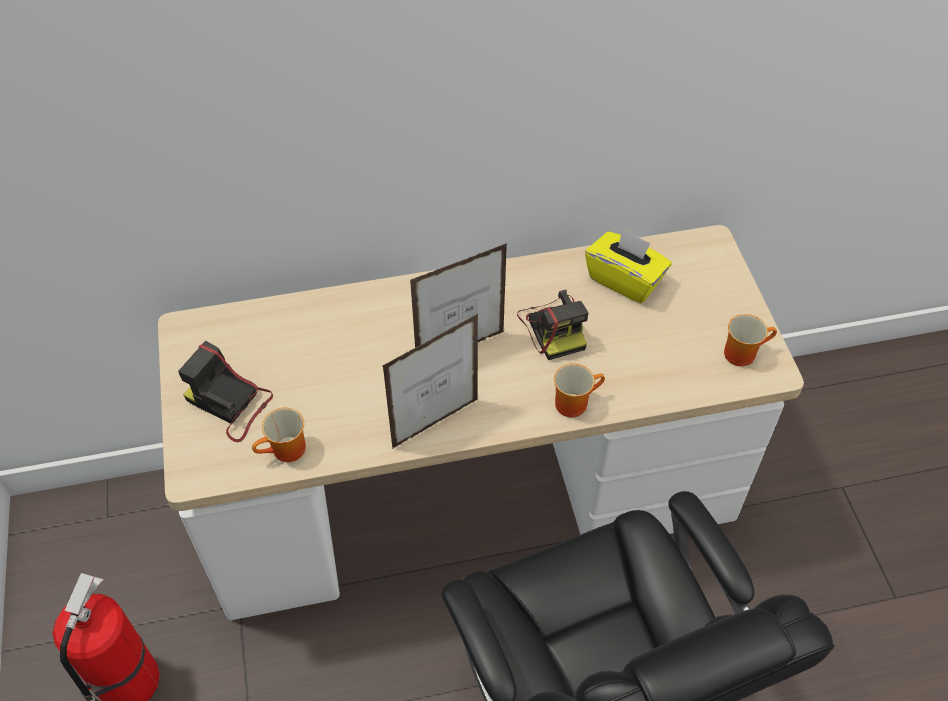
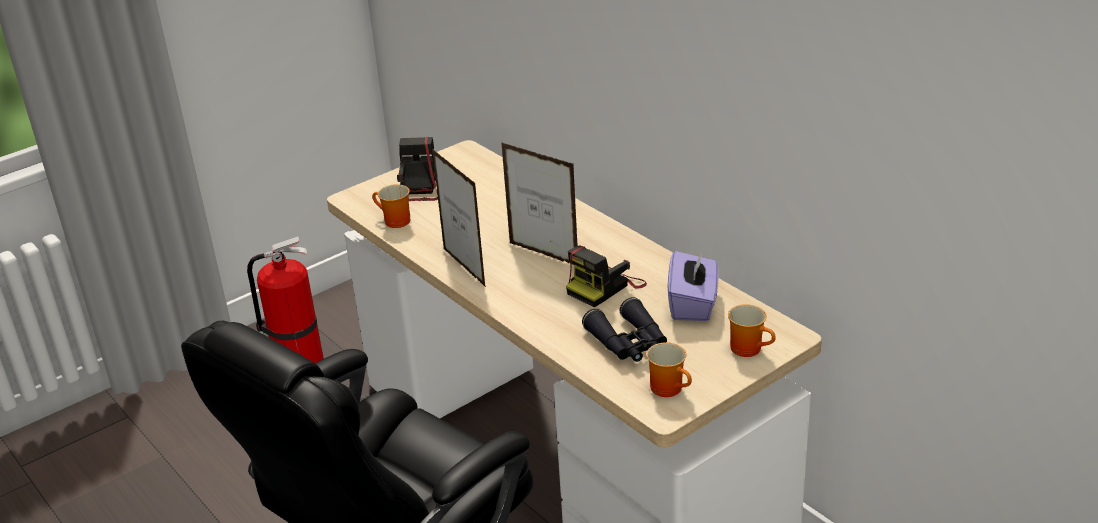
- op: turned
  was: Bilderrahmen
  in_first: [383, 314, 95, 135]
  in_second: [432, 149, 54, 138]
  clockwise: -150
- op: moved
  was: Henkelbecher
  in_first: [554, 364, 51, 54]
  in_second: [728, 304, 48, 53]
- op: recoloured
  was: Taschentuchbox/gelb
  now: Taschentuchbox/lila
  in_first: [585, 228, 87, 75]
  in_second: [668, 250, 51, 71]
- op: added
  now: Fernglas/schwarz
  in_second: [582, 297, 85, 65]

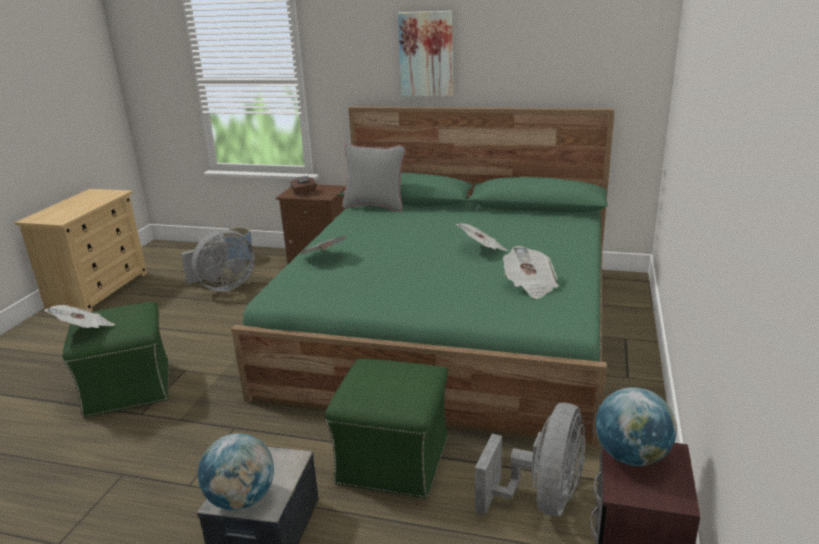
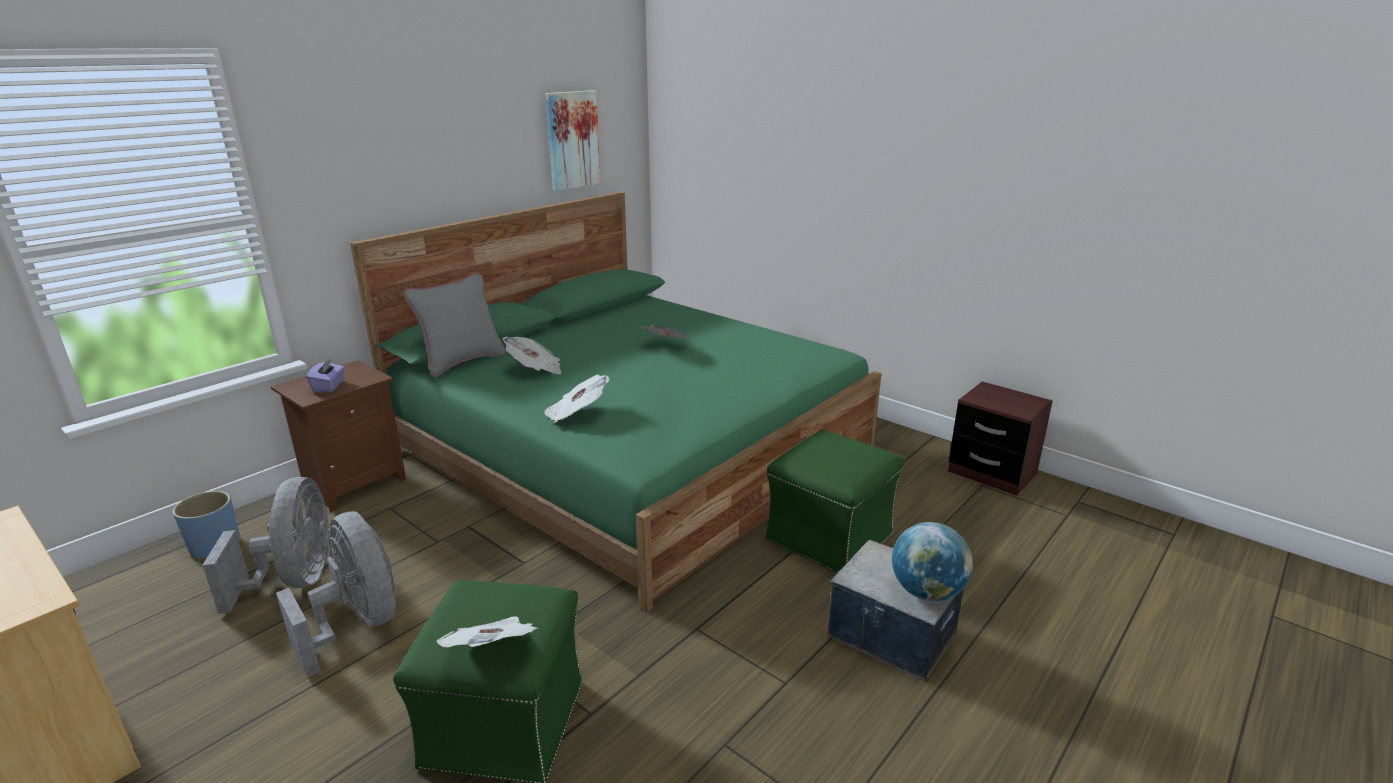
- op: recoloured
  was: Taschentuchbox/braun
  now: Taschentuchbox/lila
  in_first: [290, 176, 27, 20]
  in_second: [306, 358, 39, 35]
- op: moved
  was: Bild
  in_first: [398, 11, 55, 86]
  in_second: [546, 90, 55, 101]
- op: moved
  was: Ventilator/grau
  in_first: [475, 403, 110, 113]
  in_second: [276, 511, 120, 166]
- op: moved
  was: Zeitung
  in_first: [503, 246, 56, 53]
  in_second: [503, 337, 58, 37]
- op: removed
  was: Globus
  in_first: [595, 387, 82, 79]

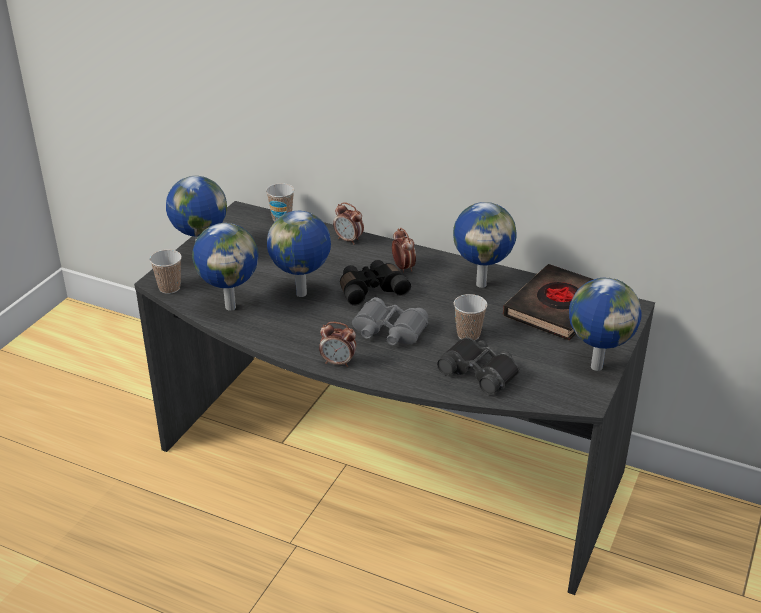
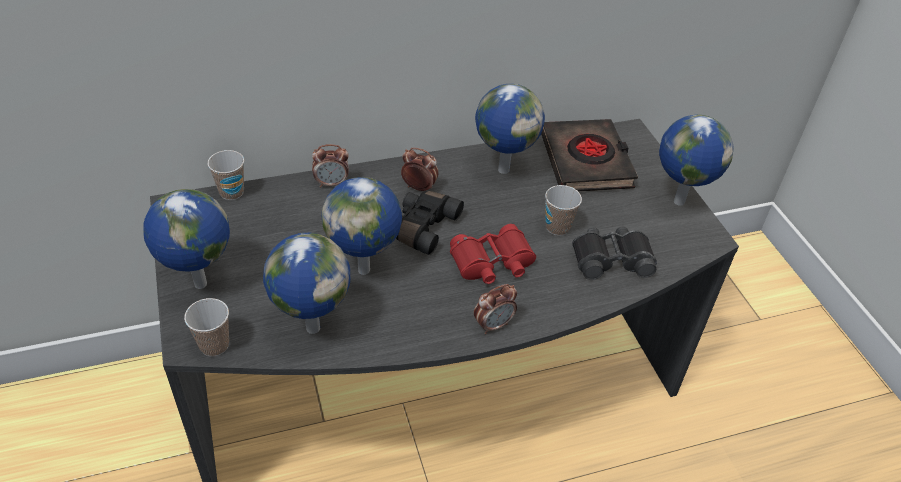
- op: recoloured
  was: Fernglas/grau
  now: Fernglas/rot
  in_first: [352, 297, 76, 48]
  in_second: [450, 224, 86, 60]

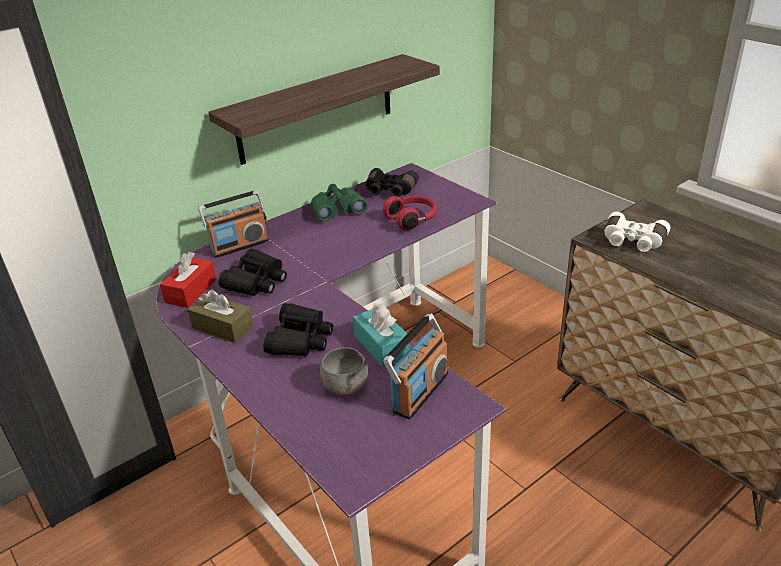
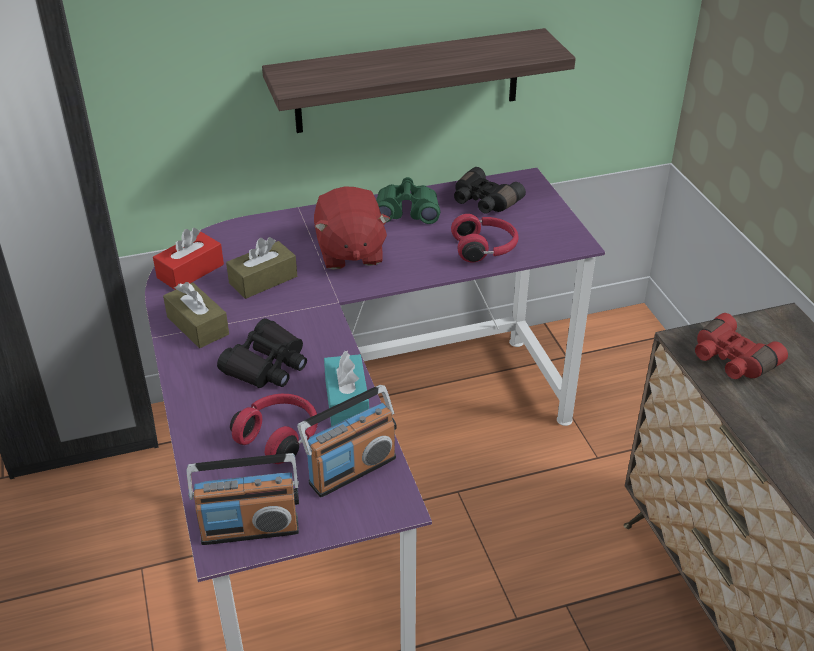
- op: moved
  was: Radio
  in_first: [198, 190, 71, 68]
  in_second: [187, 453, 112, 92]
- op: replaced
  was: Fernglas/schwarz
  now: Taschentuchbox/braun
  in_first: [219, 249, 68, 47]
  in_second: [226, 237, 71, 62]
- op: replaced
  was: Schüssel/grau
  now: Kopfhörer/rot
  in_first: [320, 347, 48, 48]
  in_second: [230, 394, 88, 70]
- op: recoloured
  was: Fernglas/weiß
  now: Fernglas/rot
  in_first: [605, 212, 65, 40]
  in_second: [695, 313, 93, 66]
- op: added
  now: Plüschtier/rot
  in_second: [314, 187, 76, 83]

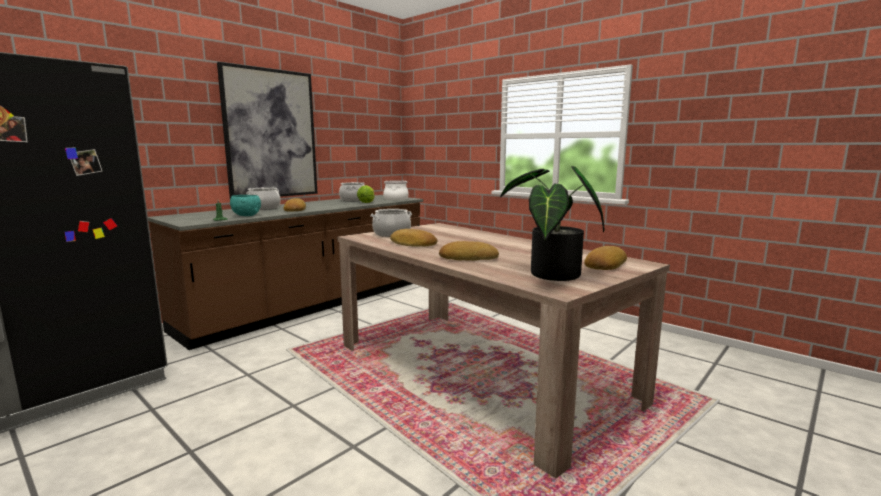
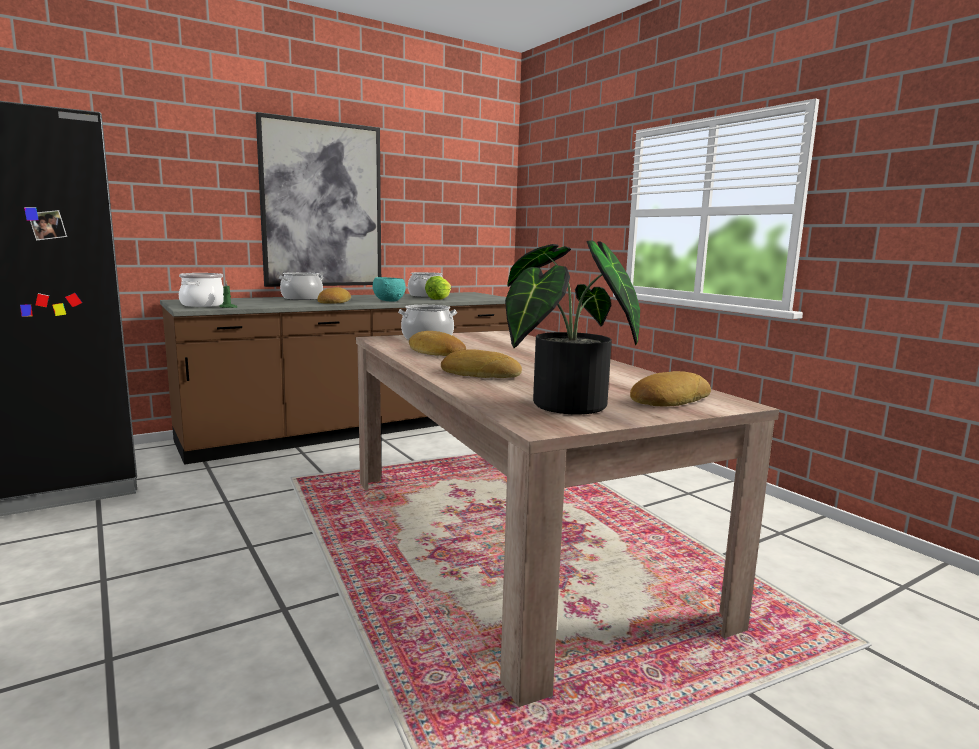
- op: moved
  was: Schüssel/türkis
  in_first: [230, 195, 31, 21]
  in_second: [373, 277, 33, 25]
- op: moved
  was: Kochtopf
  in_first: [383, 180, 26, 20]
  in_second: [179, 273, 45, 34]

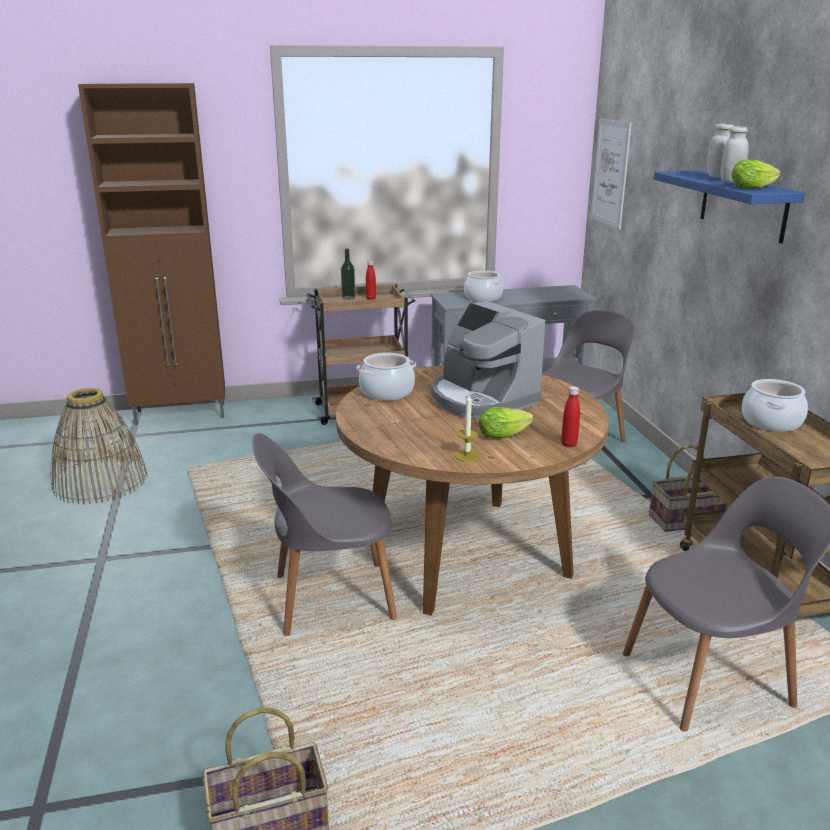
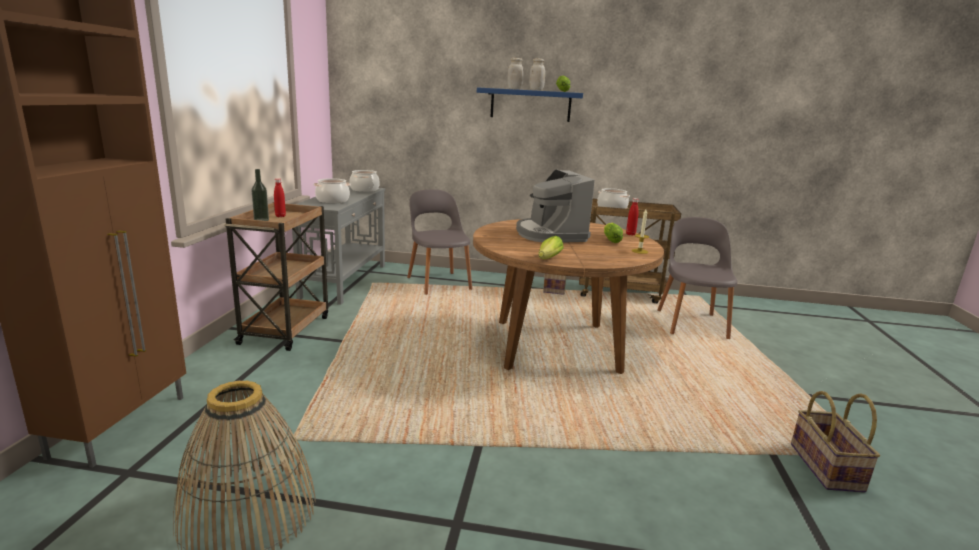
- op: removed
  was: Stuhl/grau
  in_first: [252, 433, 145, 203]
- op: moved
  was: Kochtopf
  in_first: [357, 353, 59, 48]
  in_second: [349, 170, 31, 22]
- op: turned
  was: Kaffeemaschine
  in_first: [431, 301, 114, 118]
  in_second: [516, 169, 79, 73]
  clockwise: 90
- op: removed
  was: Bild
  in_first: [591, 119, 41, 110]
- op: added
  now: Salatkopf
  in_second: [538, 236, 26, 23]

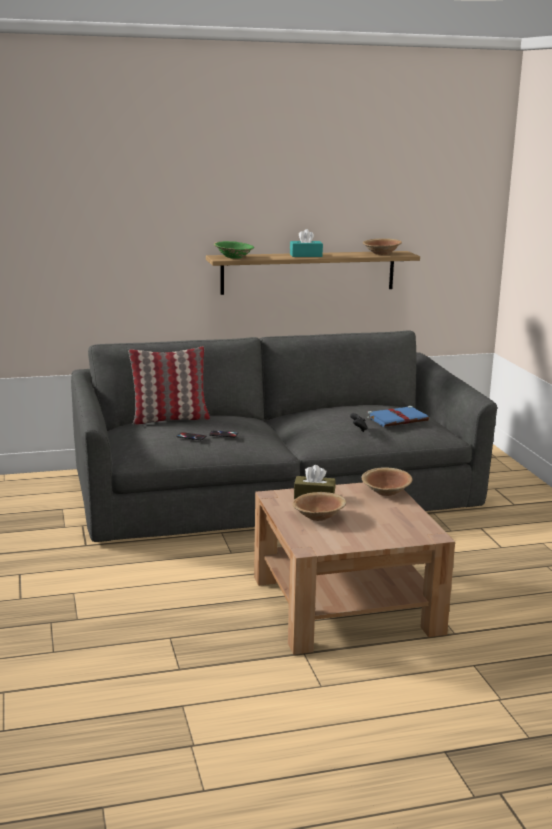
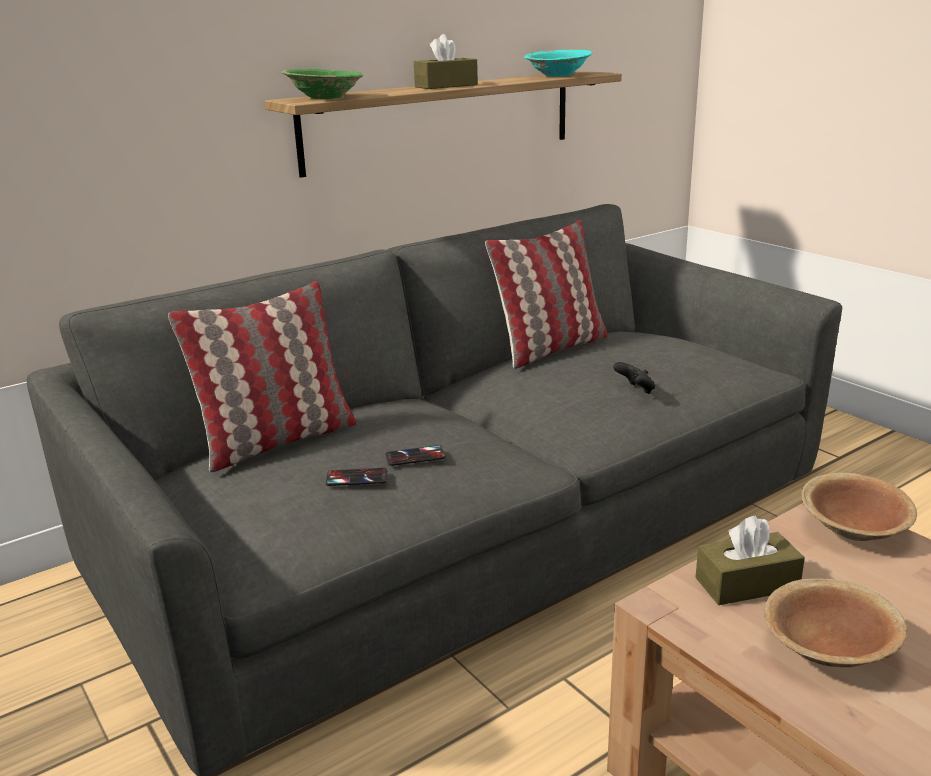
- op: recoloured
  was: Taschentuchbox/türkis
  now: Taschentuchbox/braun
  in_first: [290, 229, 33, 28]
  in_second: [414, 34, 64, 55]
- op: recoloured
  was: Schüssel/braun
  now: Schüssel/türkis
  in_first: [363, 238, 39, 17]
  in_second: [524, 49, 68, 28]
- op: removed
  was: Buch/blau
  in_first: [367, 406, 62, 21]
- op: added
  now: Kissen
  in_second: [485, 221, 123, 148]

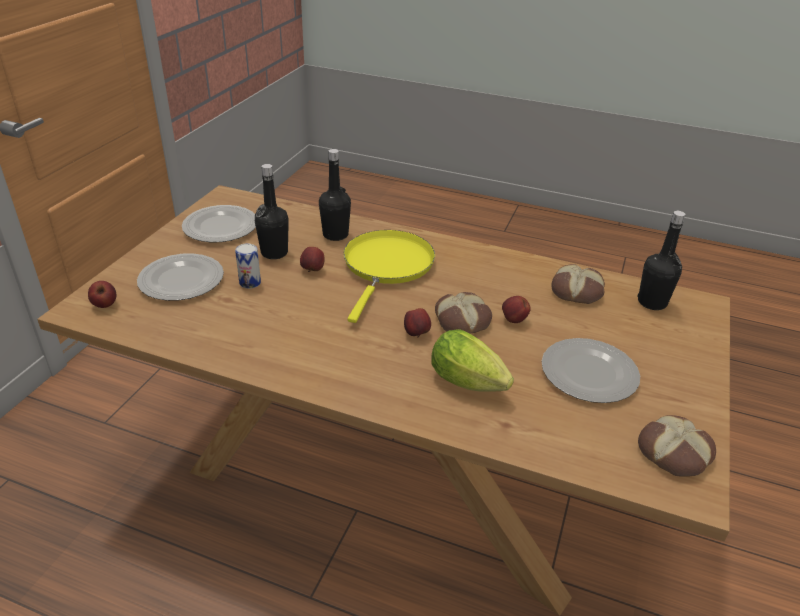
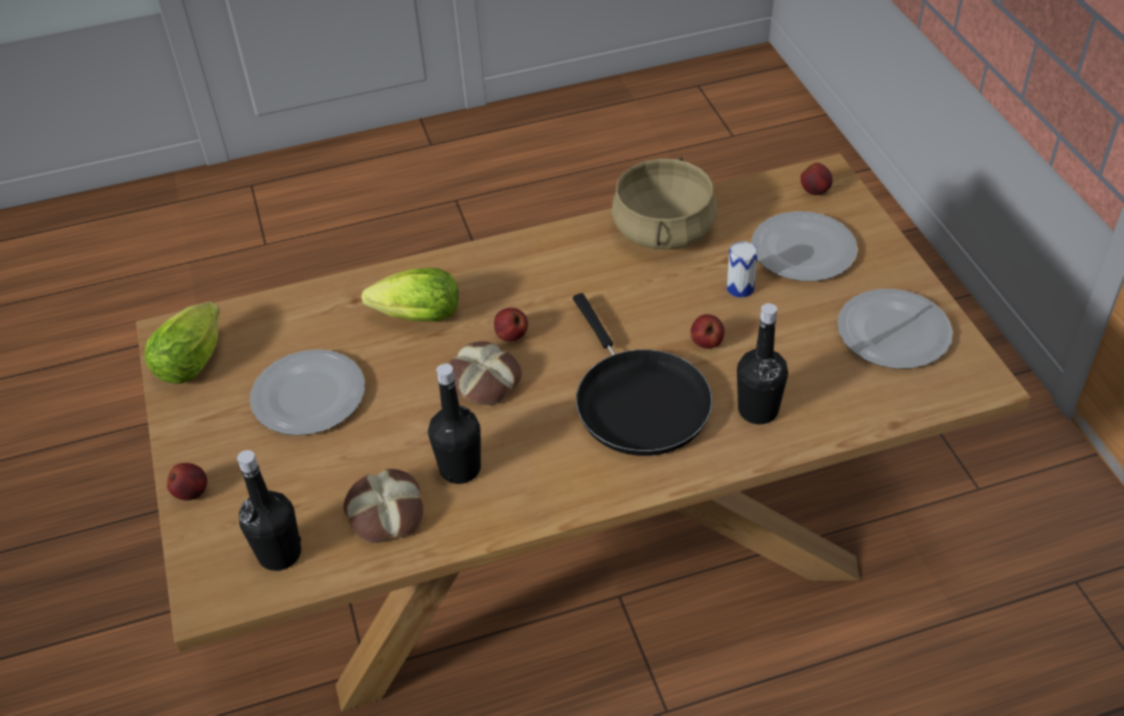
- op: moved
  was: Flasche/schwarz
  in_first: [255, 164, 34, 95]
  in_second: [428, 363, 53, 121]
- op: recoloured
  was: Pfanne/gelb
  now: Pfanne/schwarz
  in_first: [343, 230, 92, 93]
  in_second: [573, 293, 140, 163]
- op: moved
  was: Apfel
  in_first: [502, 296, 29, 27]
  in_second: [167, 463, 40, 37]
- op: replaced
  was: Brot
  now: Salatkopf
  in_first: [638, 415, 78, 62]
  in_second: [145, 302, 75, 82]
- op: added
  now: Kochtopf/beige
  in_second: [611, 157, 106, 93]

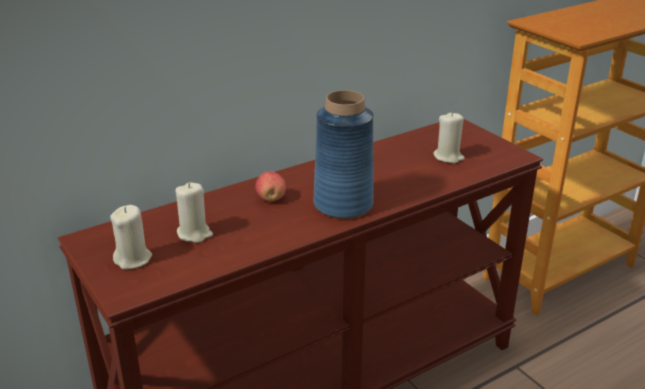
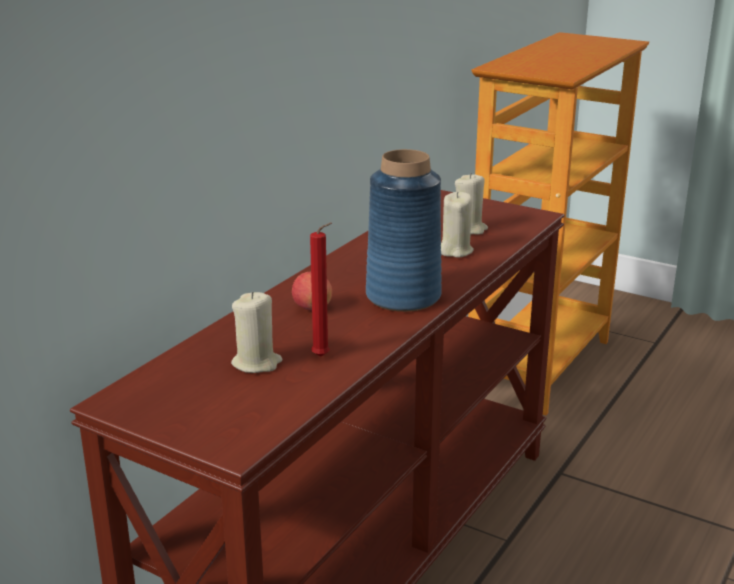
- op: moved
  was: Kerze/beige
  in_first: [110, 205, 42, 64]
  in_second: [441, 192, 33, 66]
- op: added
  now: Kerze/rot
  in_second: [310, 222, 22, 135]

